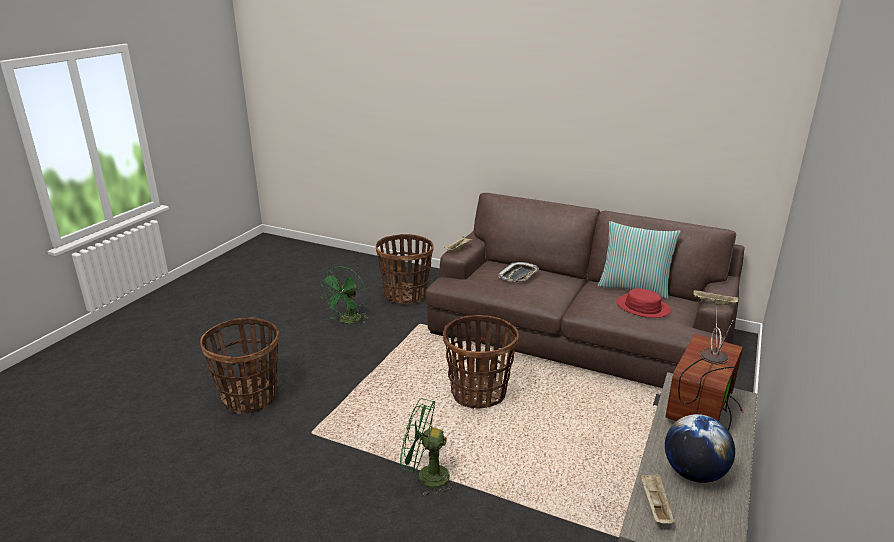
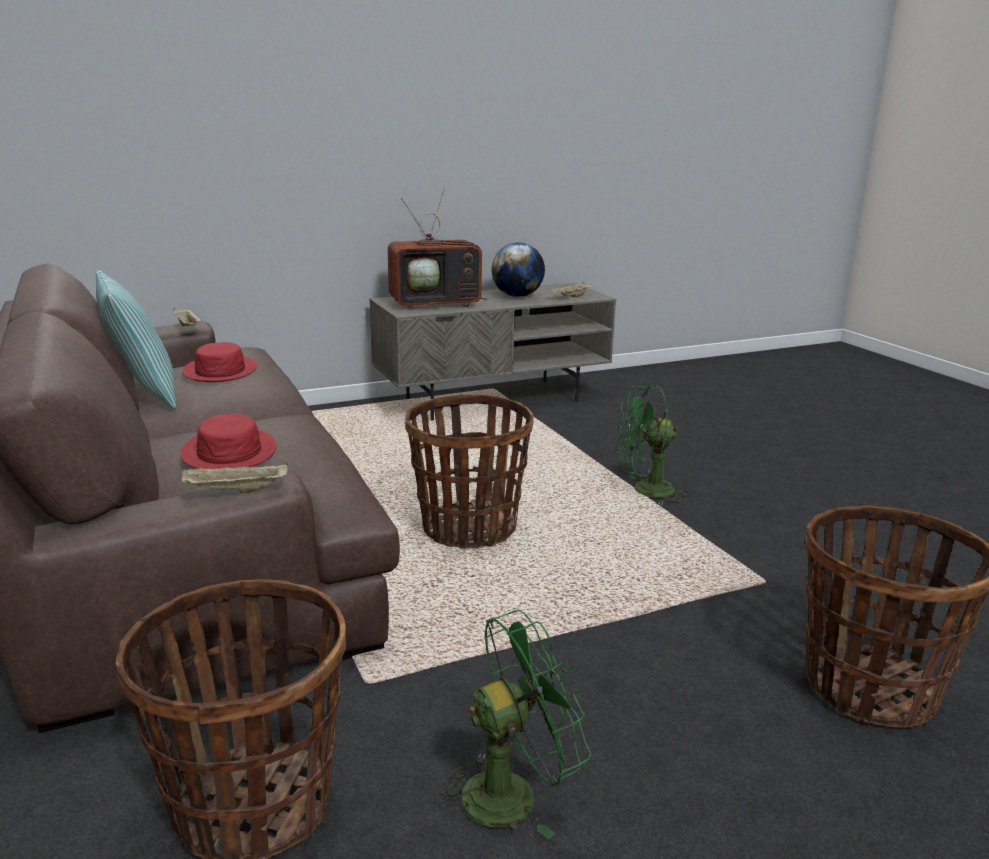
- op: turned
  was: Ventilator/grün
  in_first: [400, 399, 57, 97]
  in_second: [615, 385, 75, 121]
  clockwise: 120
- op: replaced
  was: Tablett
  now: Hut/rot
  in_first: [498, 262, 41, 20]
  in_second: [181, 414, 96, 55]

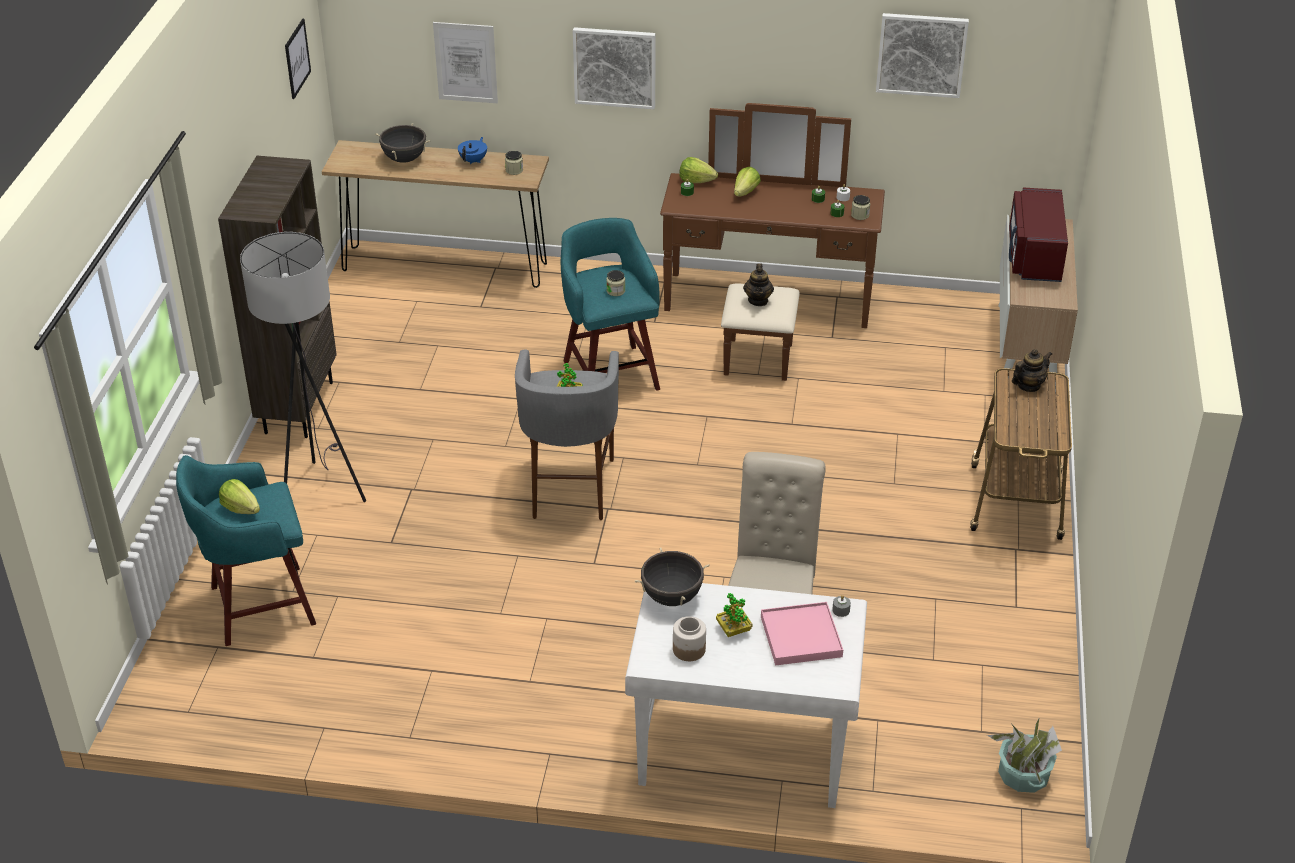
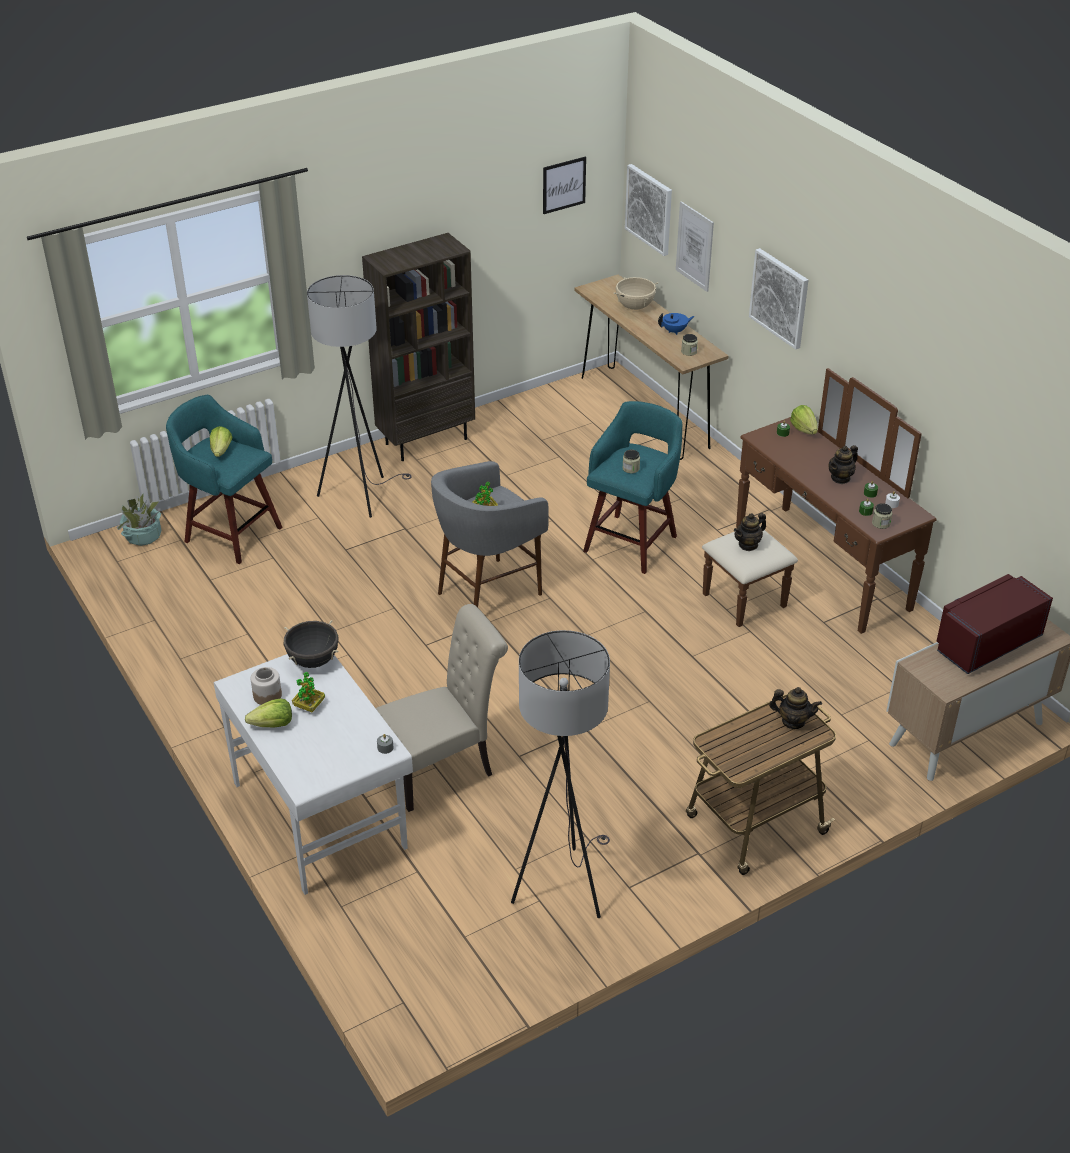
- op: recoloured
  was: Kochtopf/schwarz
  now: Kochtopf/beige
  in_first: [375, 123, 55, 40]
  in_second: [613, 277, 45, 33]
- op: moved
  was: Salatkopf
  in_first: [734, 167, 27, 30]
  in_second: [245, 698, 47, 30]
- op: removed
  was: Tablett/rosa
  in_first: [761, 602, 82, 63]
- op: moved
  was: Bild
  in_first: [876, 13, 93, 85]
  in_second: [625, 164, 47, 92]
- op: moved
  was: Topfpflanze
  in_first: [987, 717, 75, 76]
  in_second: [116, 493, 46, 53]
- op: added
  now: Stehlampe/grau
  in_second: [511, 630, 99, 288]
- op: added
  now: Teekanne
  in_second: [828, 445, 30, 39]

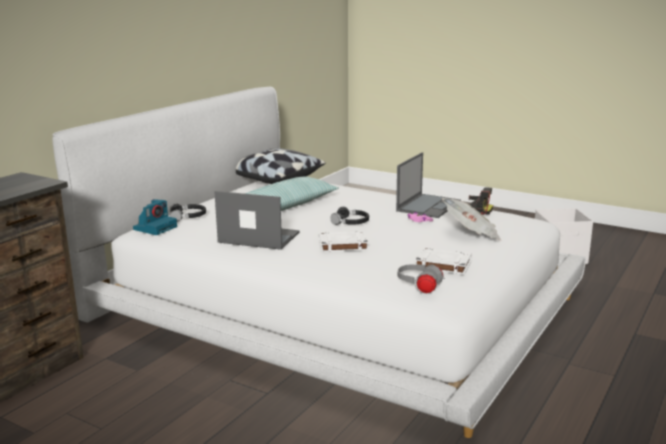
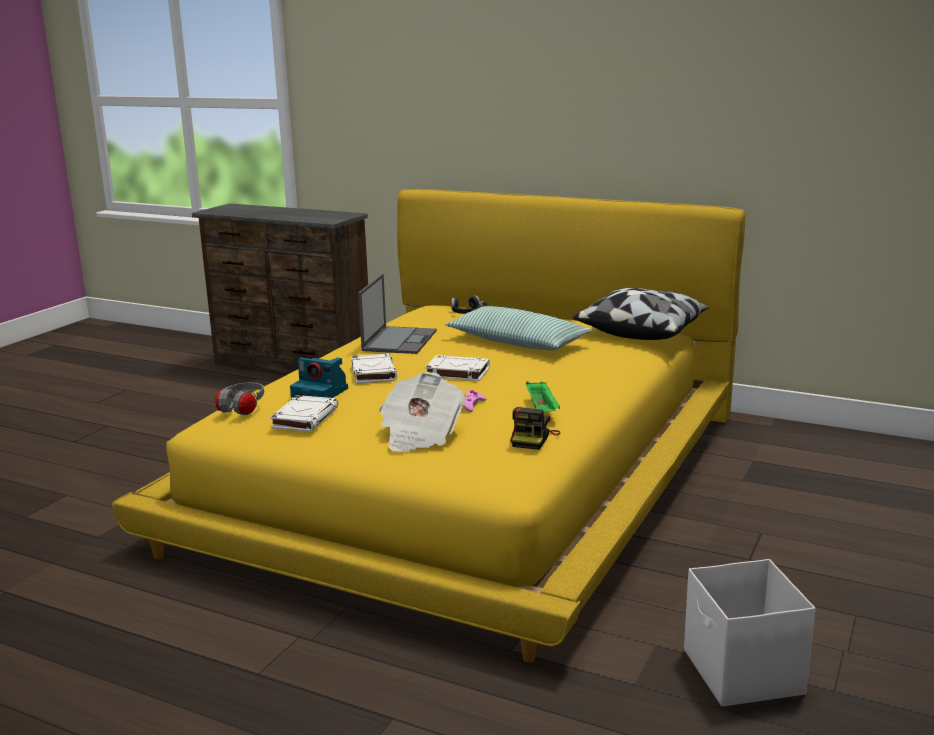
- op: recoloured
  was: Bett/weiß
  now: Bett/gelb
  in_first: [52, 87, 534, 351]
  in_second: [112, 189, 633, 474]
- op: moved
  was: Kamera
  in_first: [133, 199, 44, 36]
  in_second: [290, 358, 58, 40]
- op: replaced
  was: Kopfhörer/schwarz
  now: Buch/weiß
  in_first: [330, 206, 39, 19]
  in_second: [425, 355, 65, 26]
- op: replaced
  was: Laptop
  now: Tablett/grün
  in_first: [396, 152, 65, 66]
  in_second: [526, 381, 34, 31]

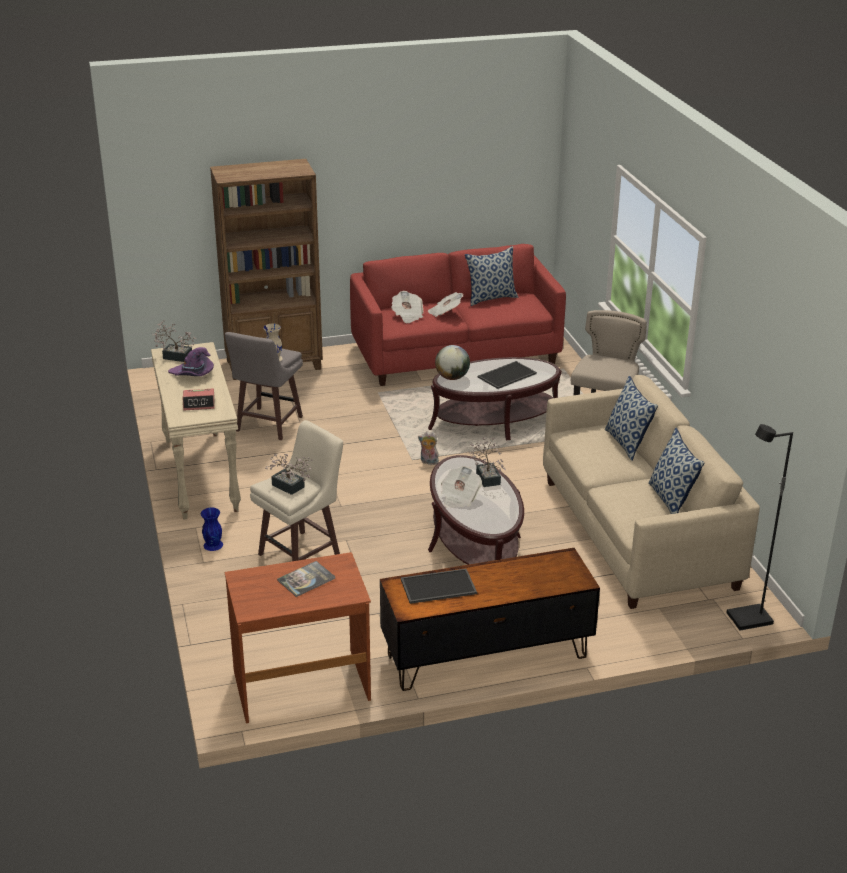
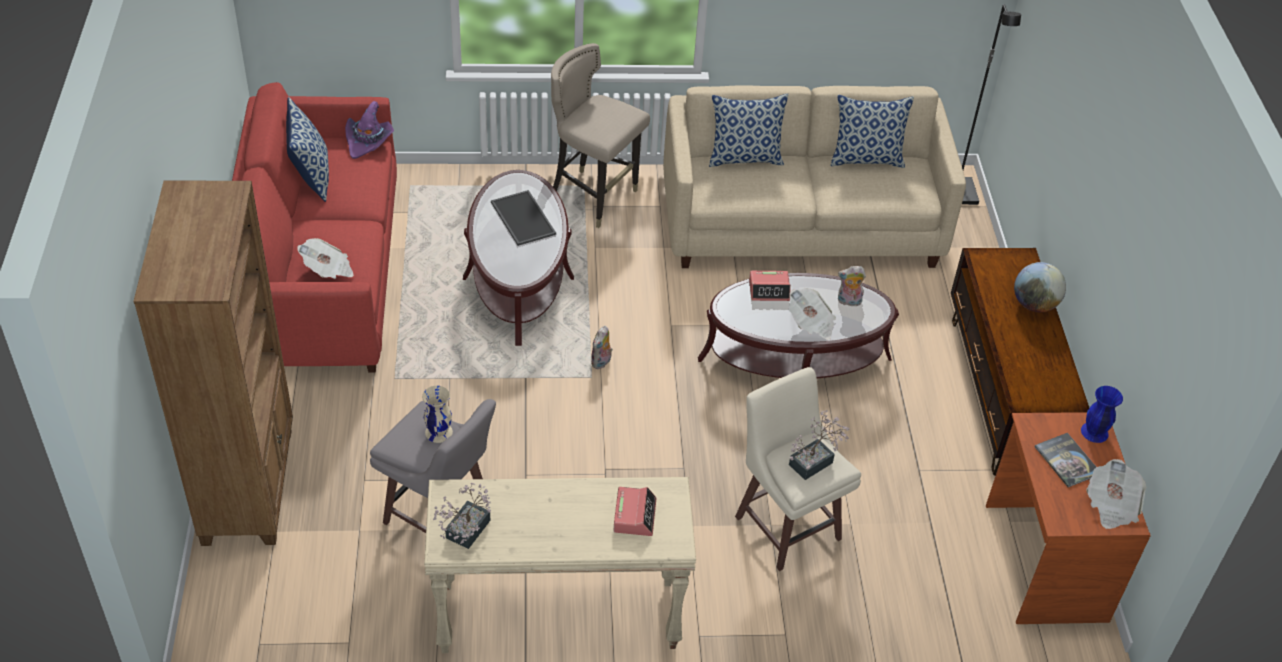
- op: moved
  was: Hut/lila
  in_first: [168, 347, 46, 29]
  in_second: [345, 101, 49, 58]
- op: moved
  was: Vase/blau
  in_first: [201, 507, 22, 44]
  in_second: [1081, 386, 42, 57]
- op: removed
  was: Tablett
  in_first: [401, 569, 76, 35]
- op: moved
  was: Zeitung
  in_first: [428, 292, 35, 25]
  in_second: [1086, 459, 60, 70]
- op: moved
  was: Globus
  in_first: [435, 345, 35, 35]
  in_second: [1014, 262, 52, 50]
- op: replaced
  was: Topfpflanze
  now: Wecker
  in_first: [469, 437, 37, 50]
  in_second: [749, 271, 42, 30]
- op: added
  now: Plüschtier
  in_second: [838, 266, 28, 41]

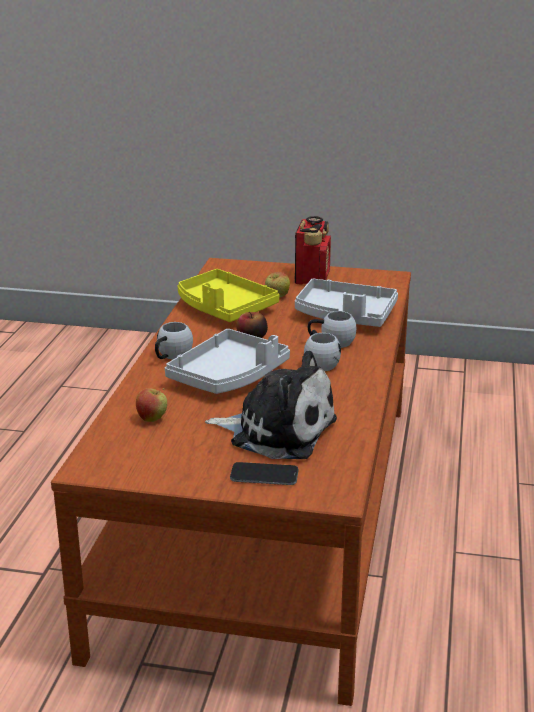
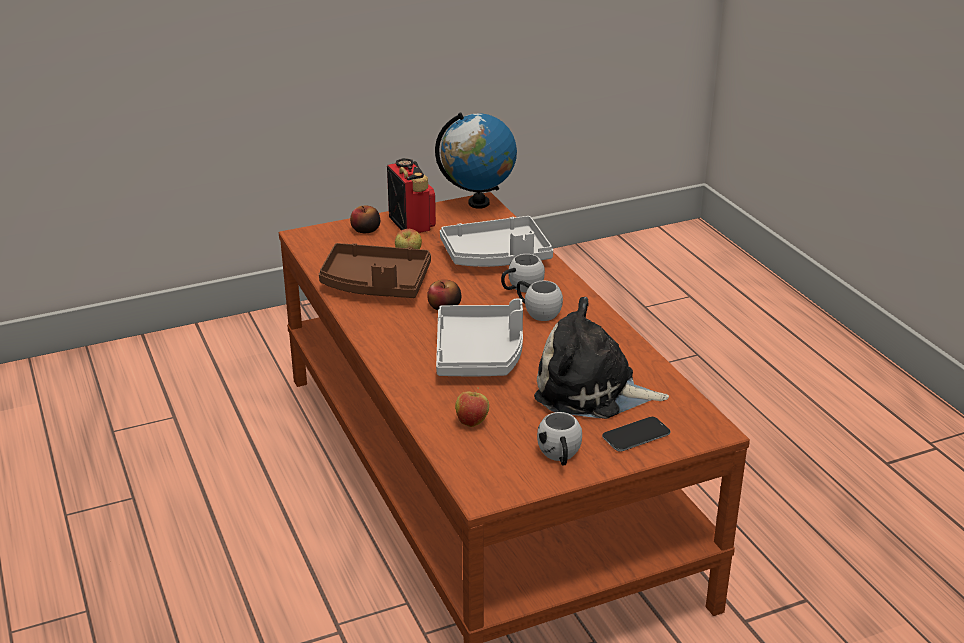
- op: moved
  was: Henkelbecher/weiß
  in_first: [155, 322, 38, 38]
  in_second: [537, 412, 45, 54]
- op: recoloured
  was: Tablett/gelb
  now: Tablett/braun
  in_first: [178, 269, 101, 53]
  in_second: [319, 243, 112, 55]
- op: turned
  was: Plüschtier
  in_first: [205, 351, 132, 108]
  in_second: [534, 297, 135, 122]
  clockwise: -150
- op: added
  now: Apfel
  in_second: [350, 206, 30, 27]
- op: added
  now: Globus
  in_second: [435, 112, 82, 97]

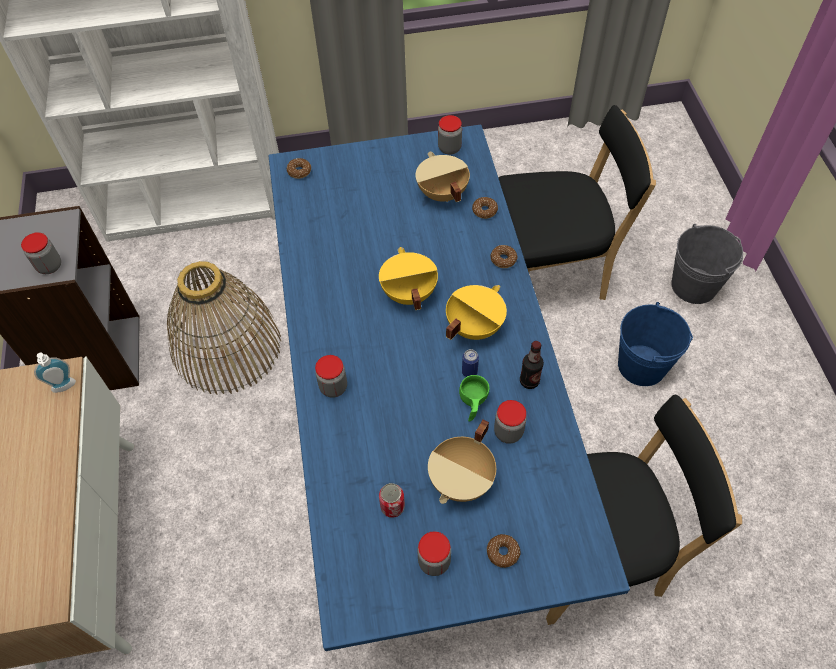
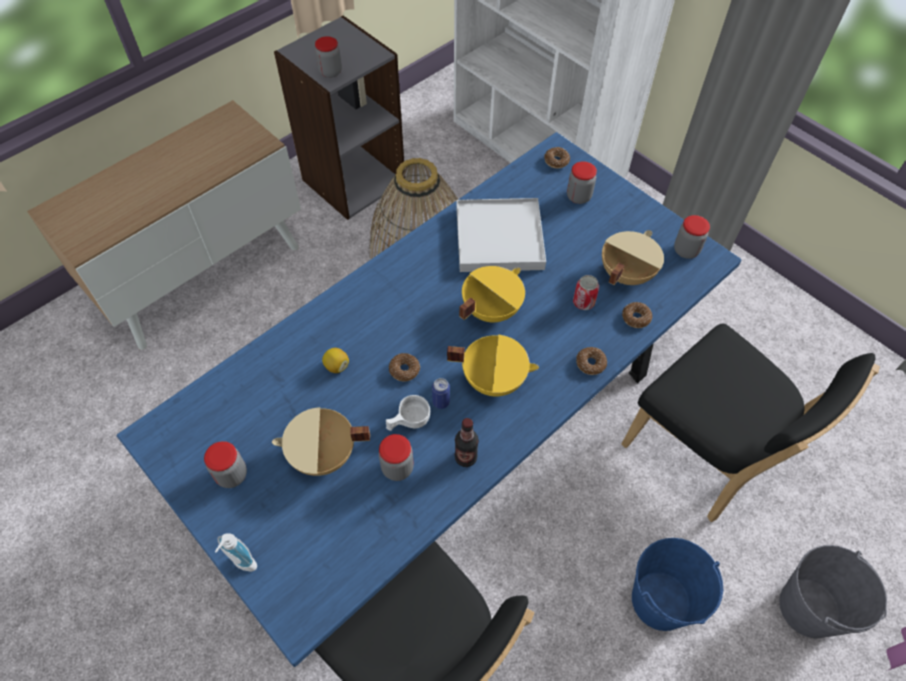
- op: moved
  was: Seifenspender
  in_first: [34, 352, 42, 41]
  in_second: [215, 533, 42, 39]
- op: moved
  was: Vorratsglas
  in_first: [315, 355, 32, 43]
  in_second: [567, 161, 30, 43]
- op: moved
  was: Dose
  in_first: [379, 483, 26, 35]
  in_second: [573, 275, 26, 35]
- op: recoloured
  was: Tasse/grün
  now: Tasse/weiß
  in_first: [459, 375, 30, 47]
  in_second: [386, 395, 44, 36]
- op: moved
  was: Donut
  in_first: [487, 534, 33, 34]
  in_second: [389, 353, 31, 29]
- op: added
  now: Zitrone
  in_second: [322, 348, 27, 25]
- op: added
  now: Tablett/weiß
  in_second: [456, 198, 90, 74]

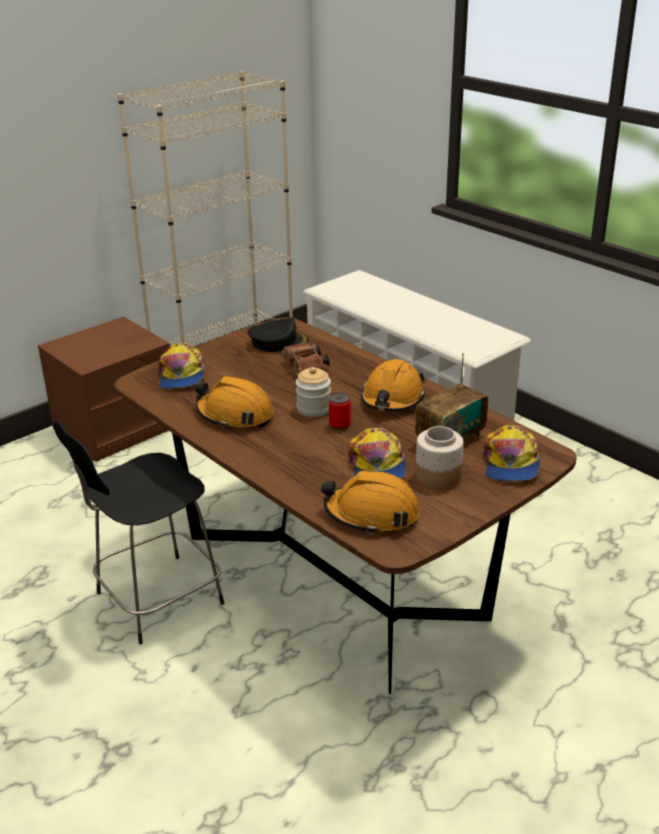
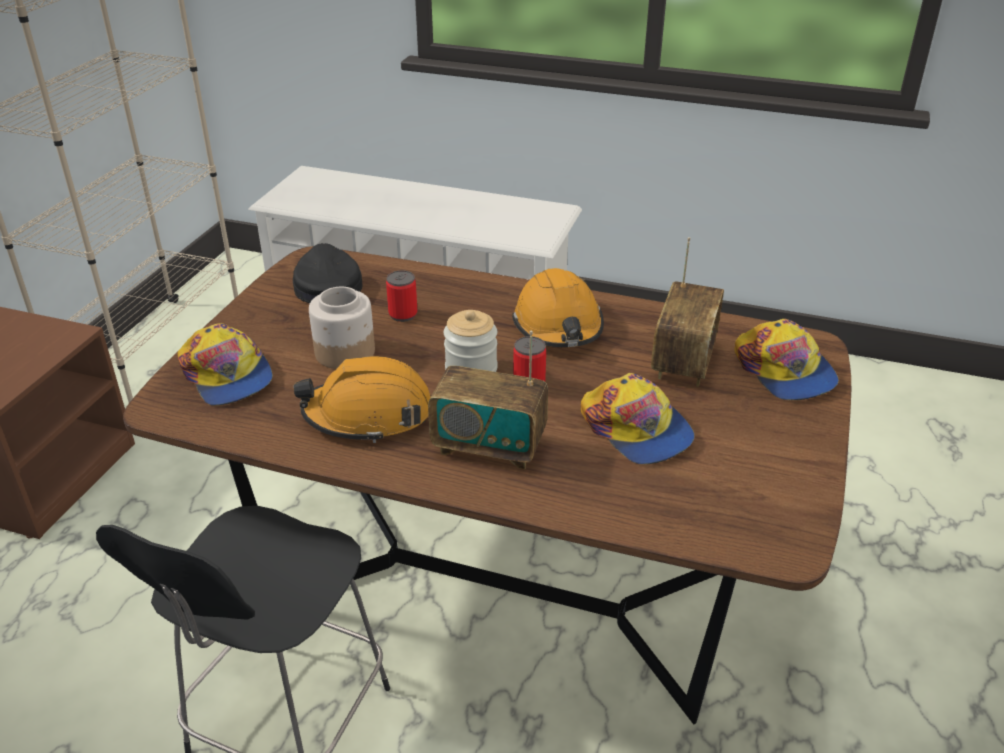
- op: turned
  was: Kappe/schwarz
  in_first: [247, 318, 62, 34]
  in_second: [293, 243, 70, 60]
  clockwise: -60
- op: replaced
  was: Fernglas/braun
  now: Dose
  in_first: [281, 343, 49, 31]
  in_second: [386, 270, 32, 52]
- op: removed
  was: Schutzhelm/orange
  in_first: [321, 471, 99, 64]
- op: moved
  was: Vorratsglas
  in_first: [416, 426, 48, 63]
  in_second: [309, 287, 66, 82]
- op: added
  now: Radio
  in_second: [428, 331, 120, 139]

